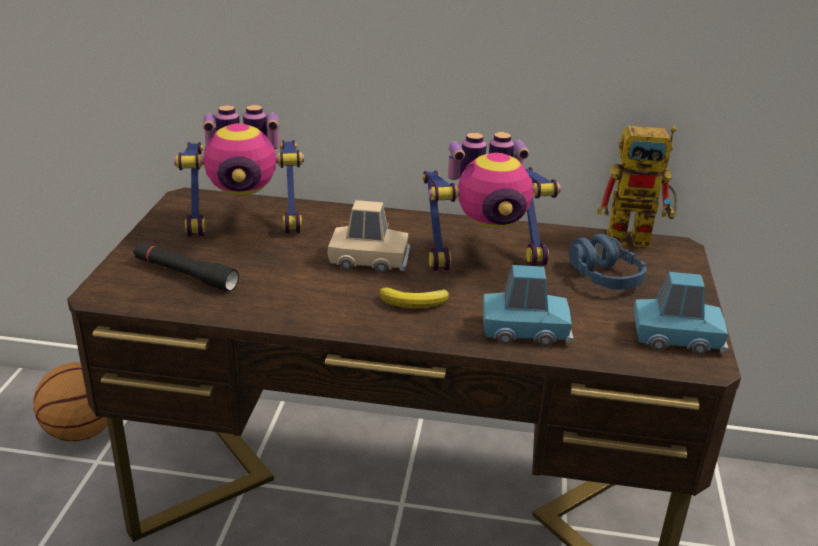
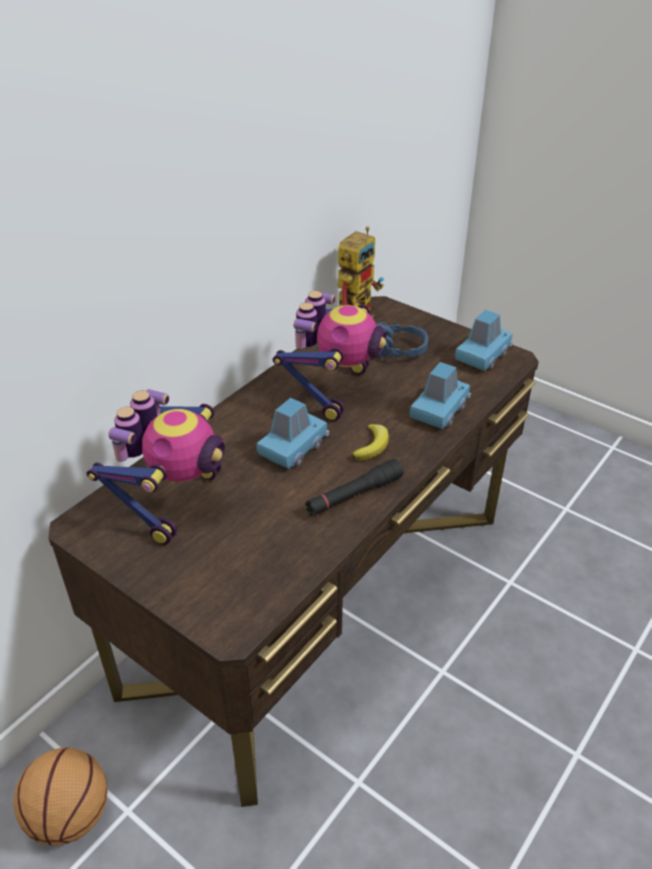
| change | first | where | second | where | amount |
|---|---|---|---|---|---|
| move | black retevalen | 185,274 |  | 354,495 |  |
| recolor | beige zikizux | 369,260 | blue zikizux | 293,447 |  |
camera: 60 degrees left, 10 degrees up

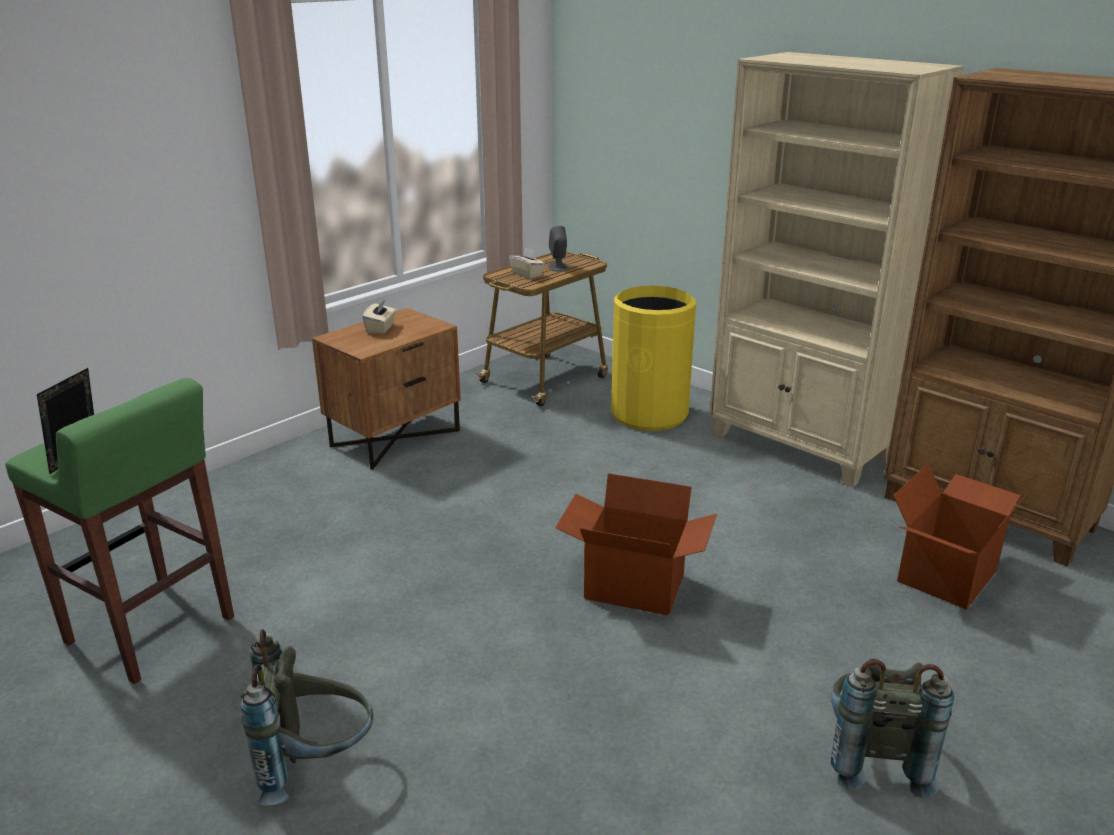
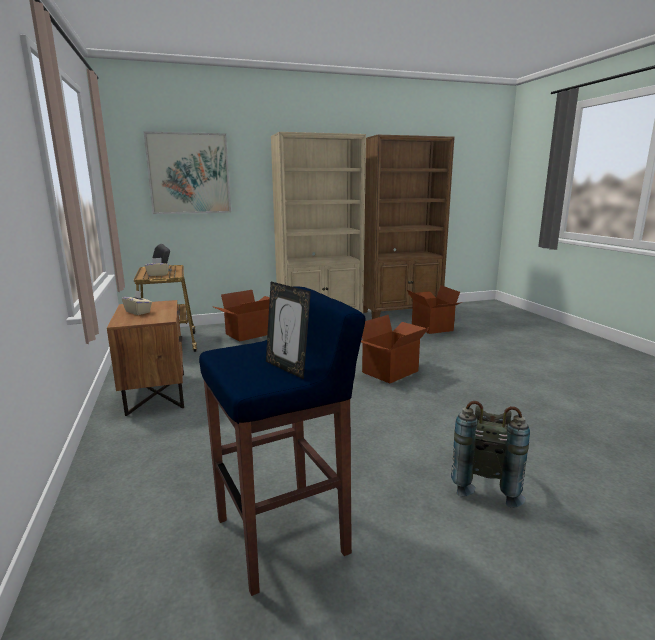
| change | first | where | second | where | amount |
|---|---|---|---|---|---|
| recolor | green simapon | 152,631 | blue simapon | 284,535 |  |
| replace | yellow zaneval | 649,414 | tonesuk | 248,334 |  |
| delete | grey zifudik | 873,758 |  |  |  |
| insert |  |  | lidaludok | 189,173 |  |
camera: 60 degrees left, 10 degrees down

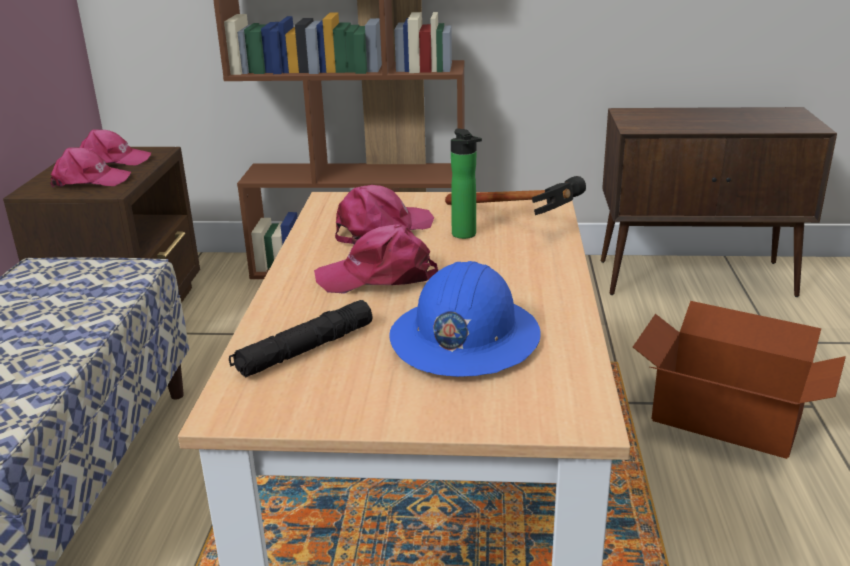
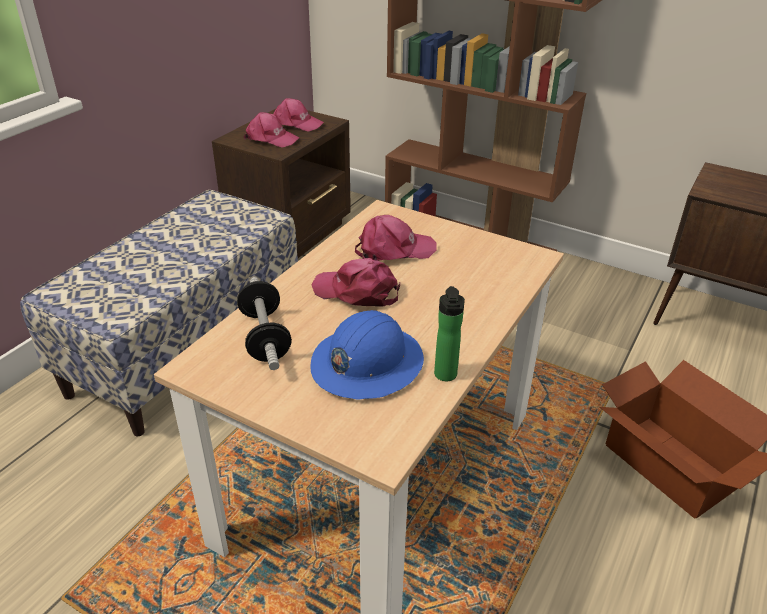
| change | first | where | second | where | amount |
|---|---|---|---|---|---|
| replace | black retevalen | 305,350 | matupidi | 265,337 |  |
| delete | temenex | 522,225 |  |  |  |
| move | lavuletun | 466,235 |  | 446,376 |  |
camera: 25 degrees right, 10 degrees up

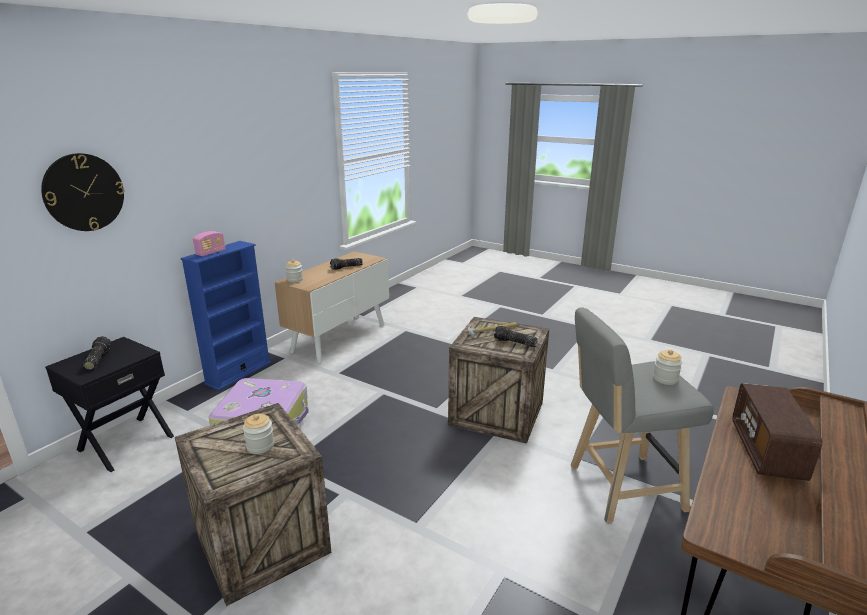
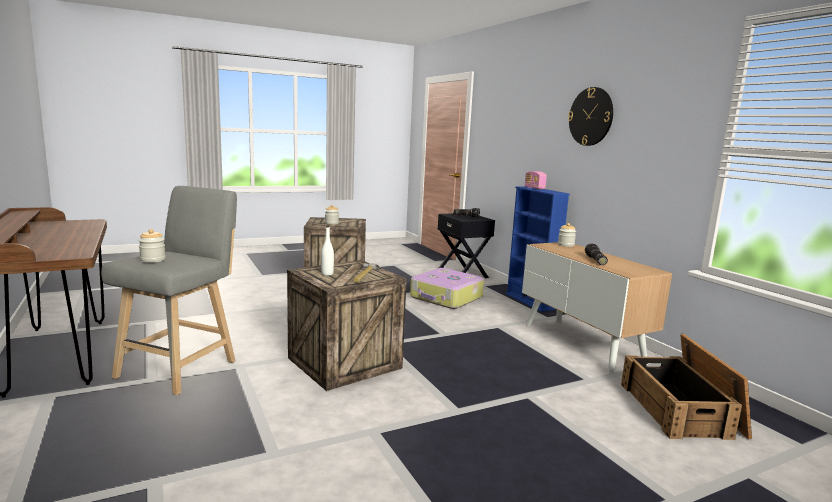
| change | first | where | second | where | amount |
|---|---|---|---|---|---|
| move | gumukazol | 84,192 |  | 591,116 |  |
| replace | retevalen | 514,343 | white lavuletun | 327,274 |  |
| delete | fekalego | 766,452 |  |  |  |
| insert |  |  | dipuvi | 682,410 |  |
camera: 120 degrees right, 10 degrees down

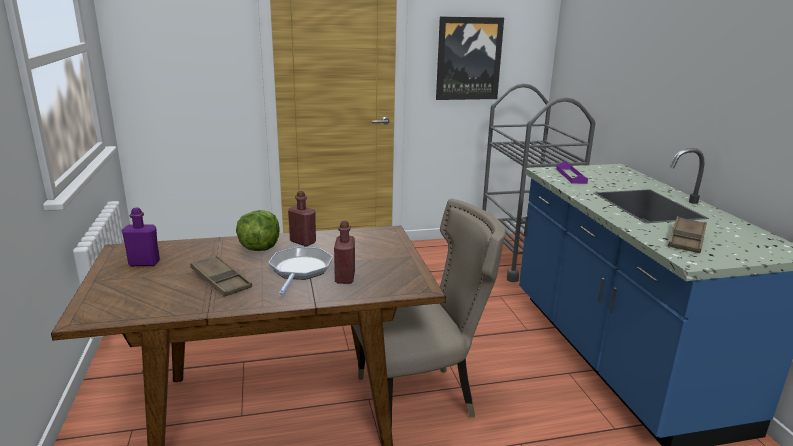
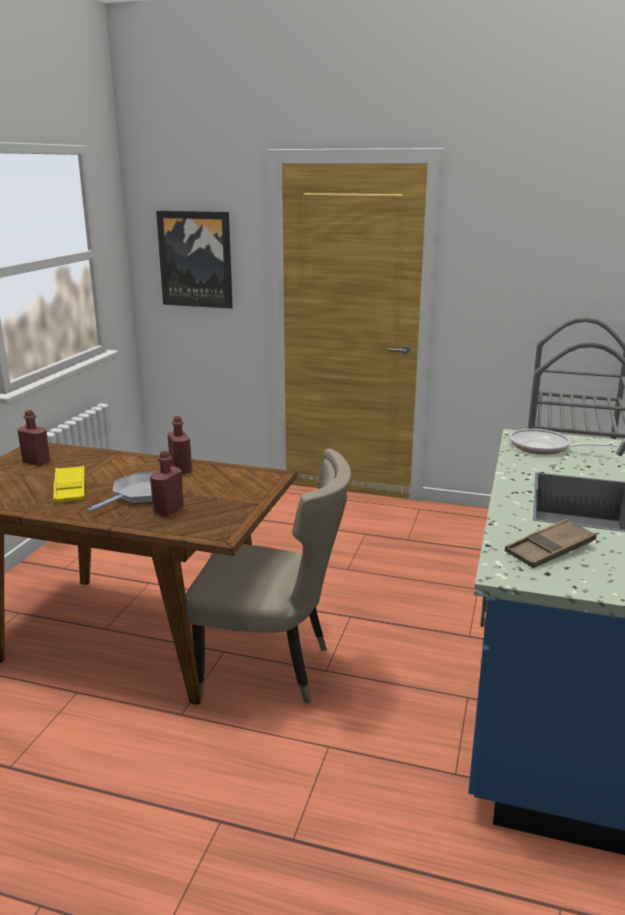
| change | first | where | second | where | amount |
|---|---|---|---|---|---|
| recolor | purple lavuletun | 144,263 | red lavuletun | 36,462 |  |
| recolor | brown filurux | 221,280 | yellow filurux | 70,489 |  |
| delete | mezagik | 259,248 |  |  |  |
| move | lidaludok | 468,59 |  | 196,259 |  |
| replace | purple filurux | 571,176 | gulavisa | 545,447 |  |
camera: 30 degrees right, 0 degrees up

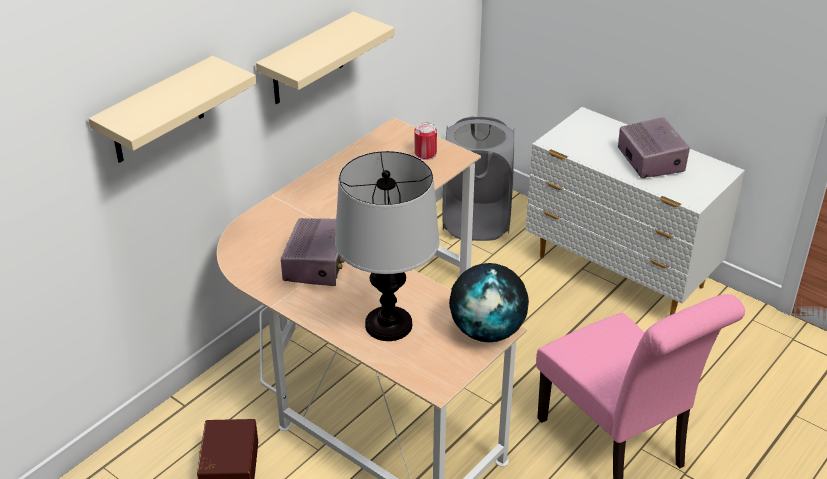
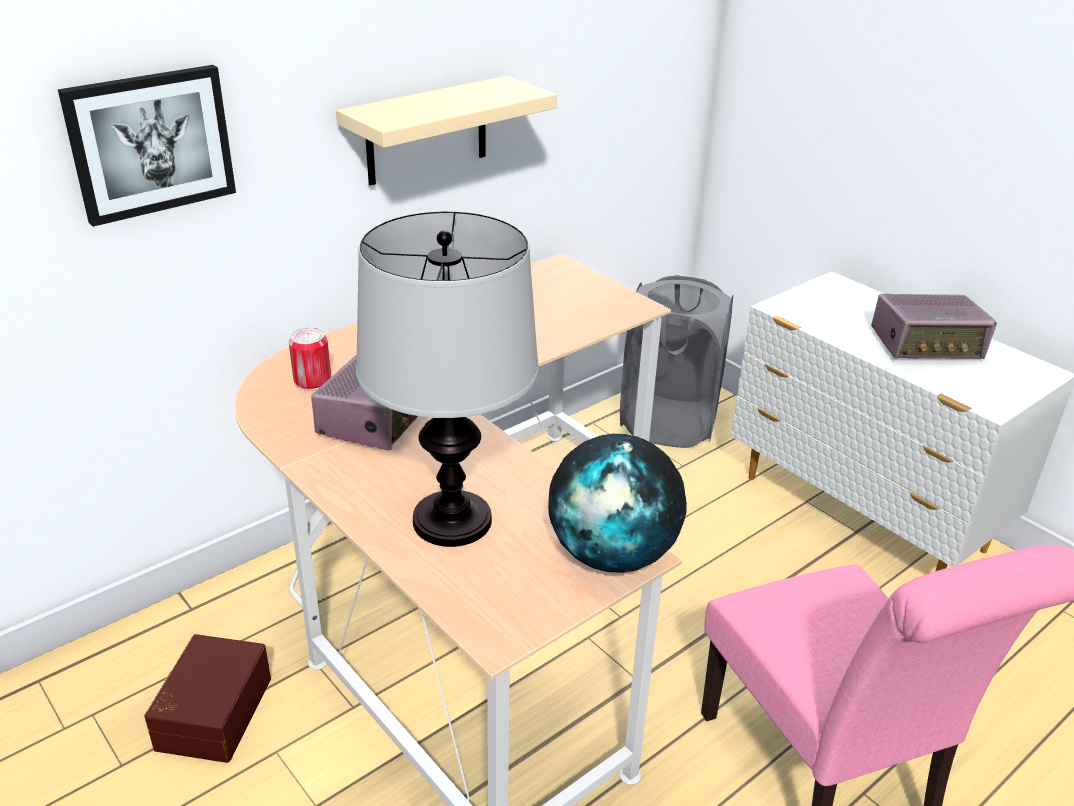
| change | first | where | second | where | amount |
|---|---|---|---|---|---|
| replace | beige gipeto | 157,112 | lidaludok | 150,143 |  |
| move | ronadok | 425,154 |  | 312,381 |  |
| rotate | fekalego | 650,160 |  | 926,345 | 90 degrees clockwise |
camera: 10 degrees right, 5 degrees down

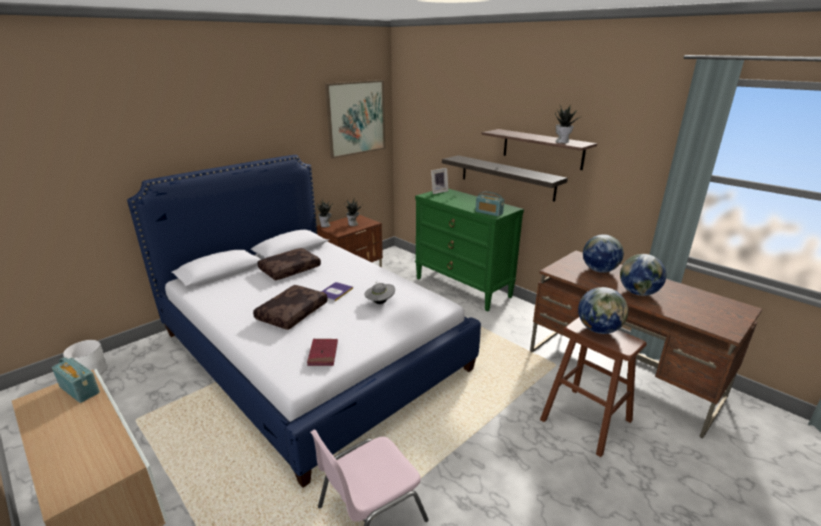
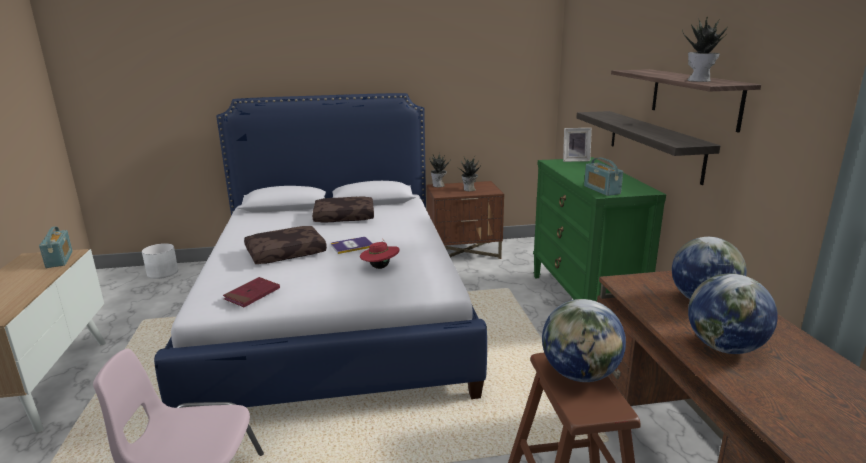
| change | first | where | second | where | amount |
|---|---|---|---|---|---|
| delete | lidaludok | 356,118 |  |  |  |
| recolor | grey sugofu | 380,302 | red sugofu | 380,267 |  |
camera: 35 degrees right, 5 degrees down

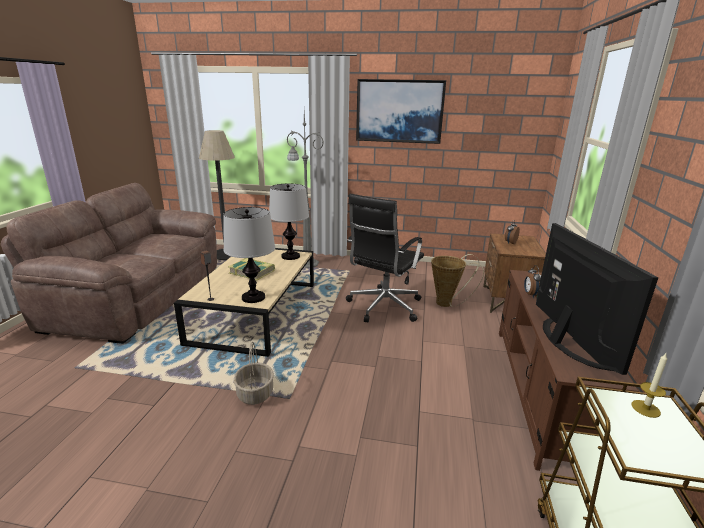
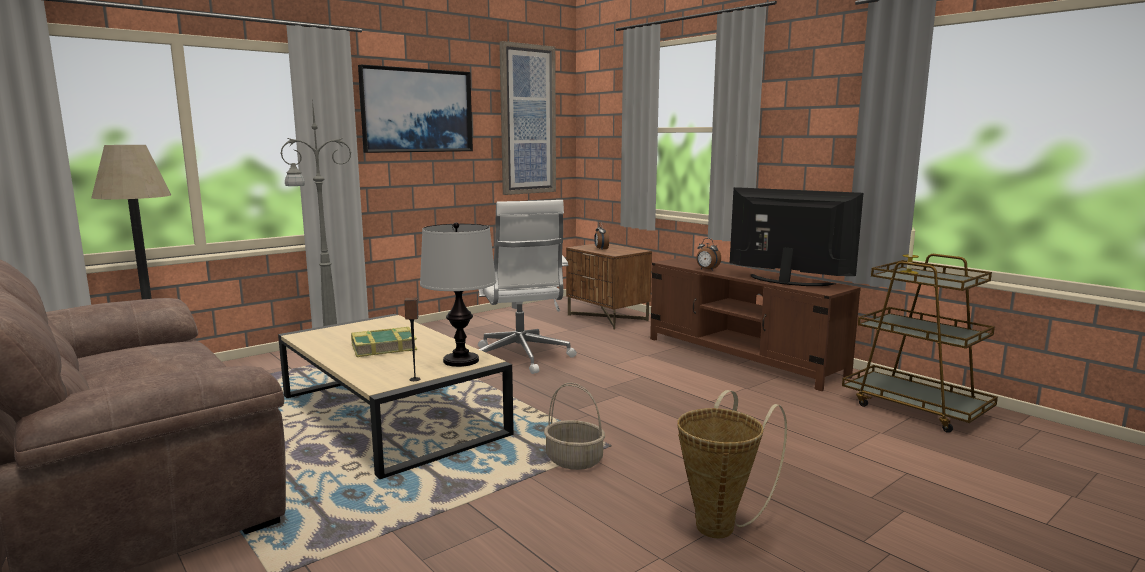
| change | first | where | second | where | amount |
|---|---|---|---|---|---|
| delete | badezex | 290,256 |  |  |  |
| recolor | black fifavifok | 383,307 | white fifavifok | 521,358 |  |
| move | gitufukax | 448,304 |  | 721,525 |  |
| insert |  |  | lidaludok | 527,120 |  |
camera: 50 degrees left, 10 degrees down

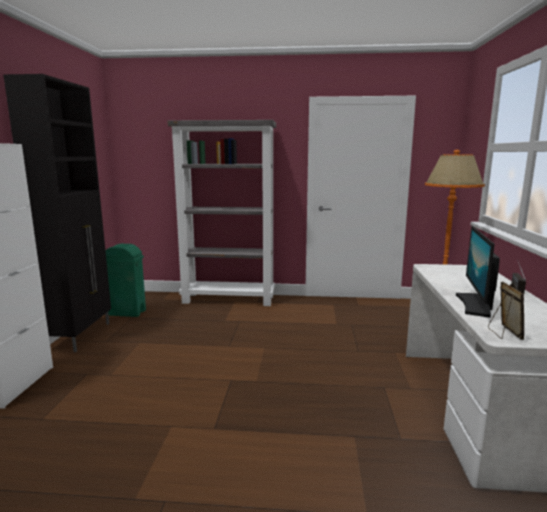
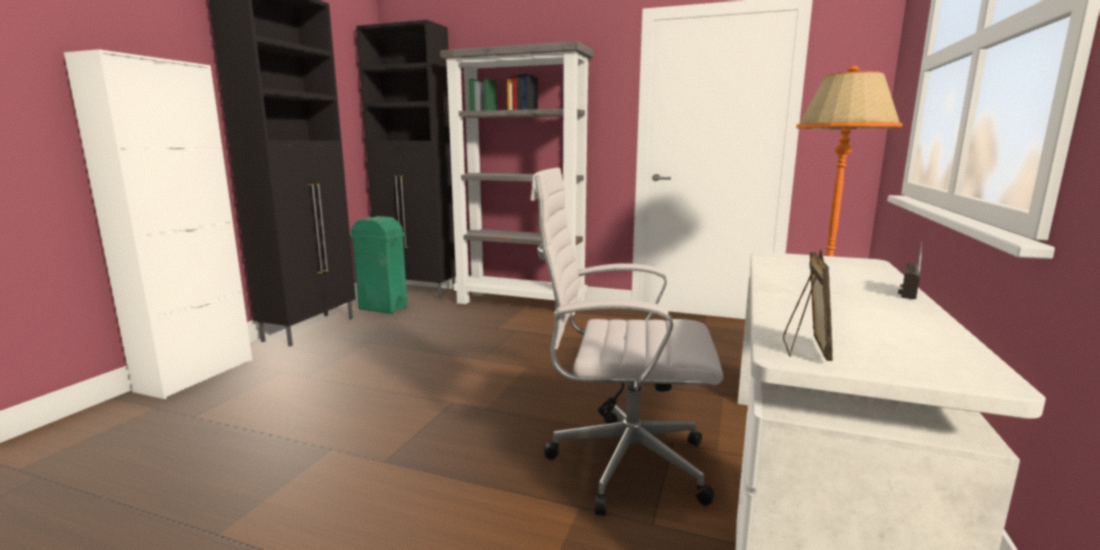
| change | first | where | second | where | amount |
|---|---|---|---|---|---|
| delete | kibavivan | 475,305 |  |  |  |
| insert |  |  | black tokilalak | 419,292 |  |
| insert |  |  | white fifavifok | 621,463 |  |
camera: 15 degrees right, 0 degrees up

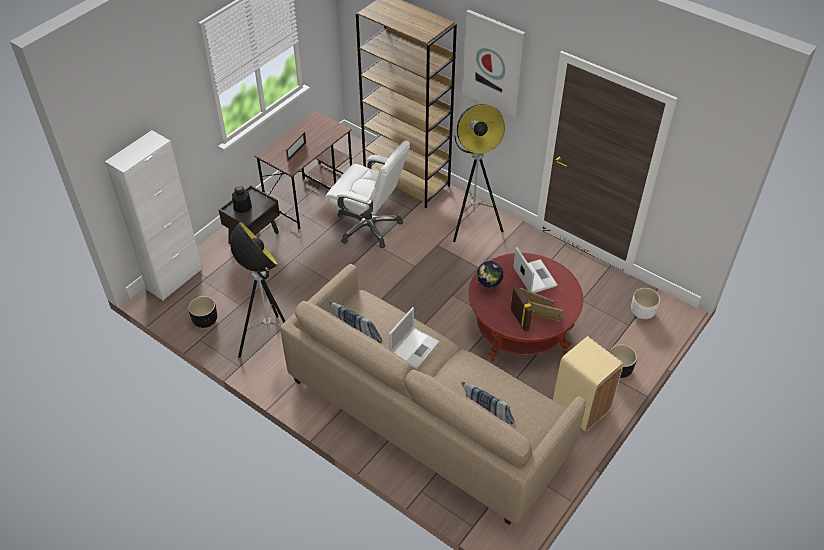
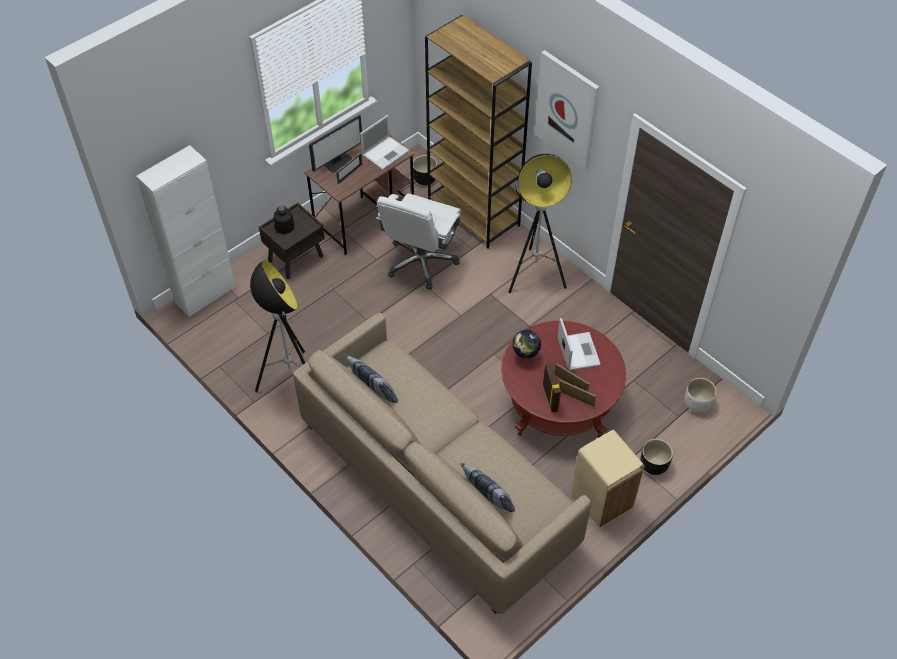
| change | first | where | second | where | amount |
|---|---|---|---|---|---|
| move | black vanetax | 205,321 |  | 425,179 |  |
| rotate | white fifavifok | 369,226 |  | 421,262 | 75 degrees clockwise |
| move | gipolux | 414,347 |  | 386,152 |  |
| insert |  |  | kibavivan | 338,161 |  |
camera: 10 degrees right, 5 degrees up

